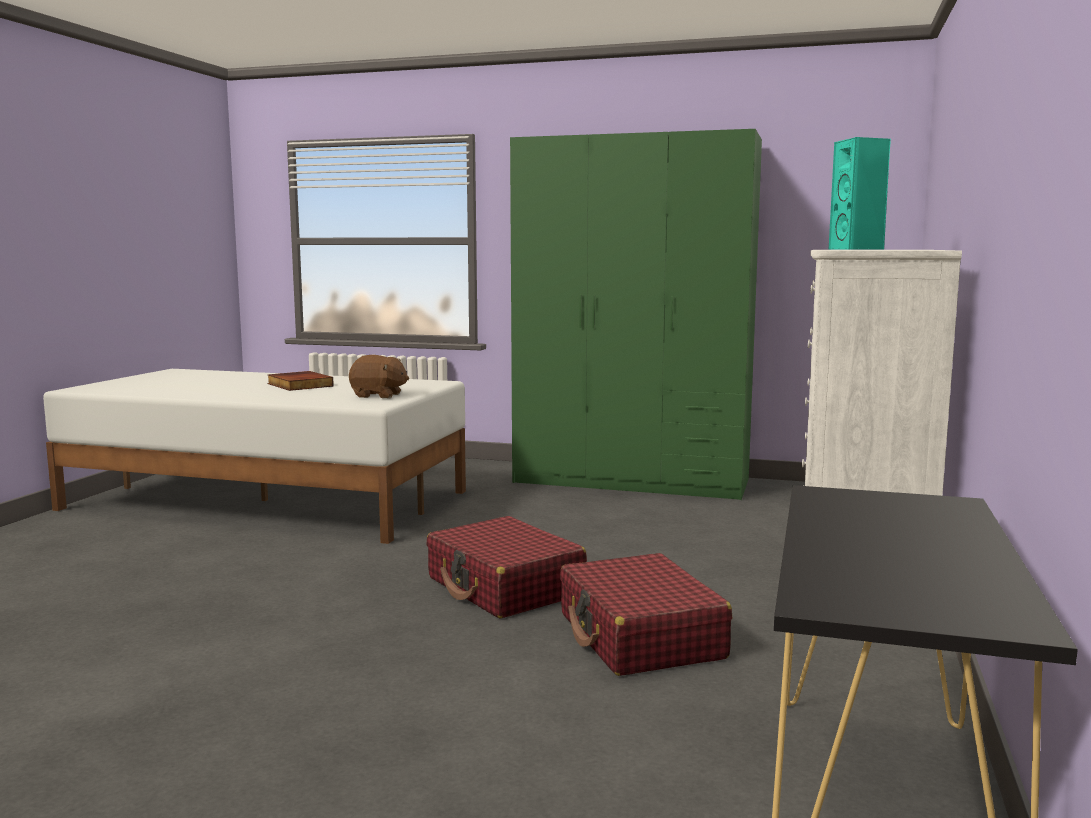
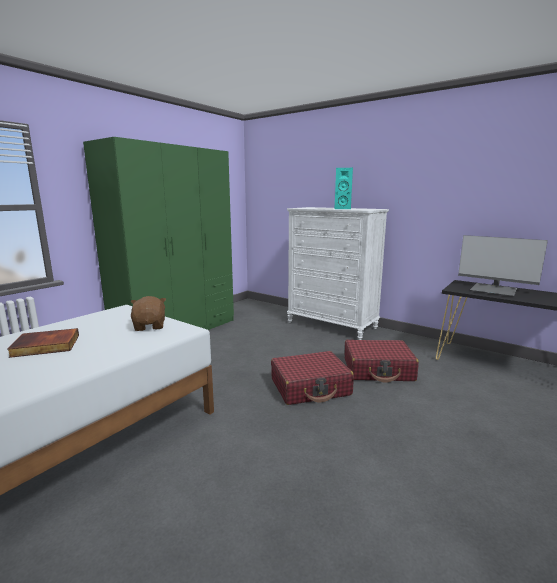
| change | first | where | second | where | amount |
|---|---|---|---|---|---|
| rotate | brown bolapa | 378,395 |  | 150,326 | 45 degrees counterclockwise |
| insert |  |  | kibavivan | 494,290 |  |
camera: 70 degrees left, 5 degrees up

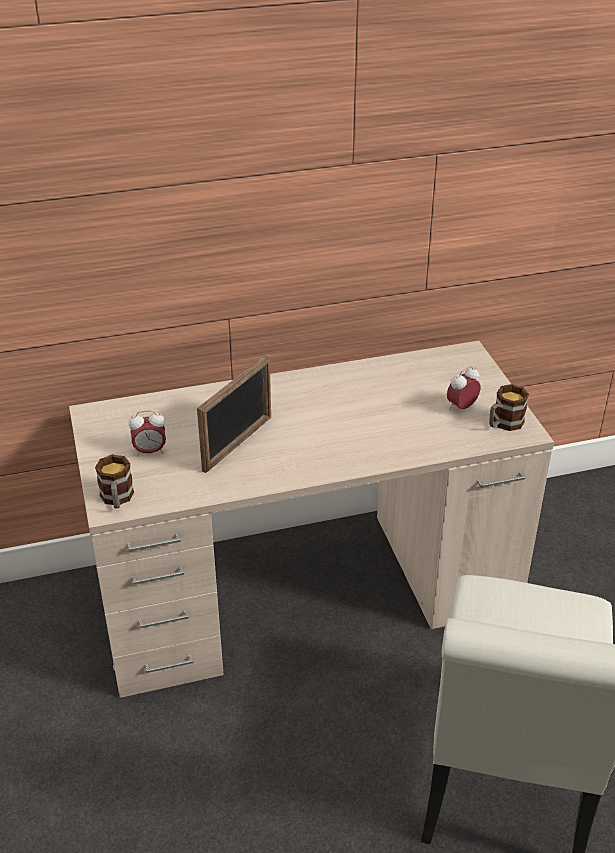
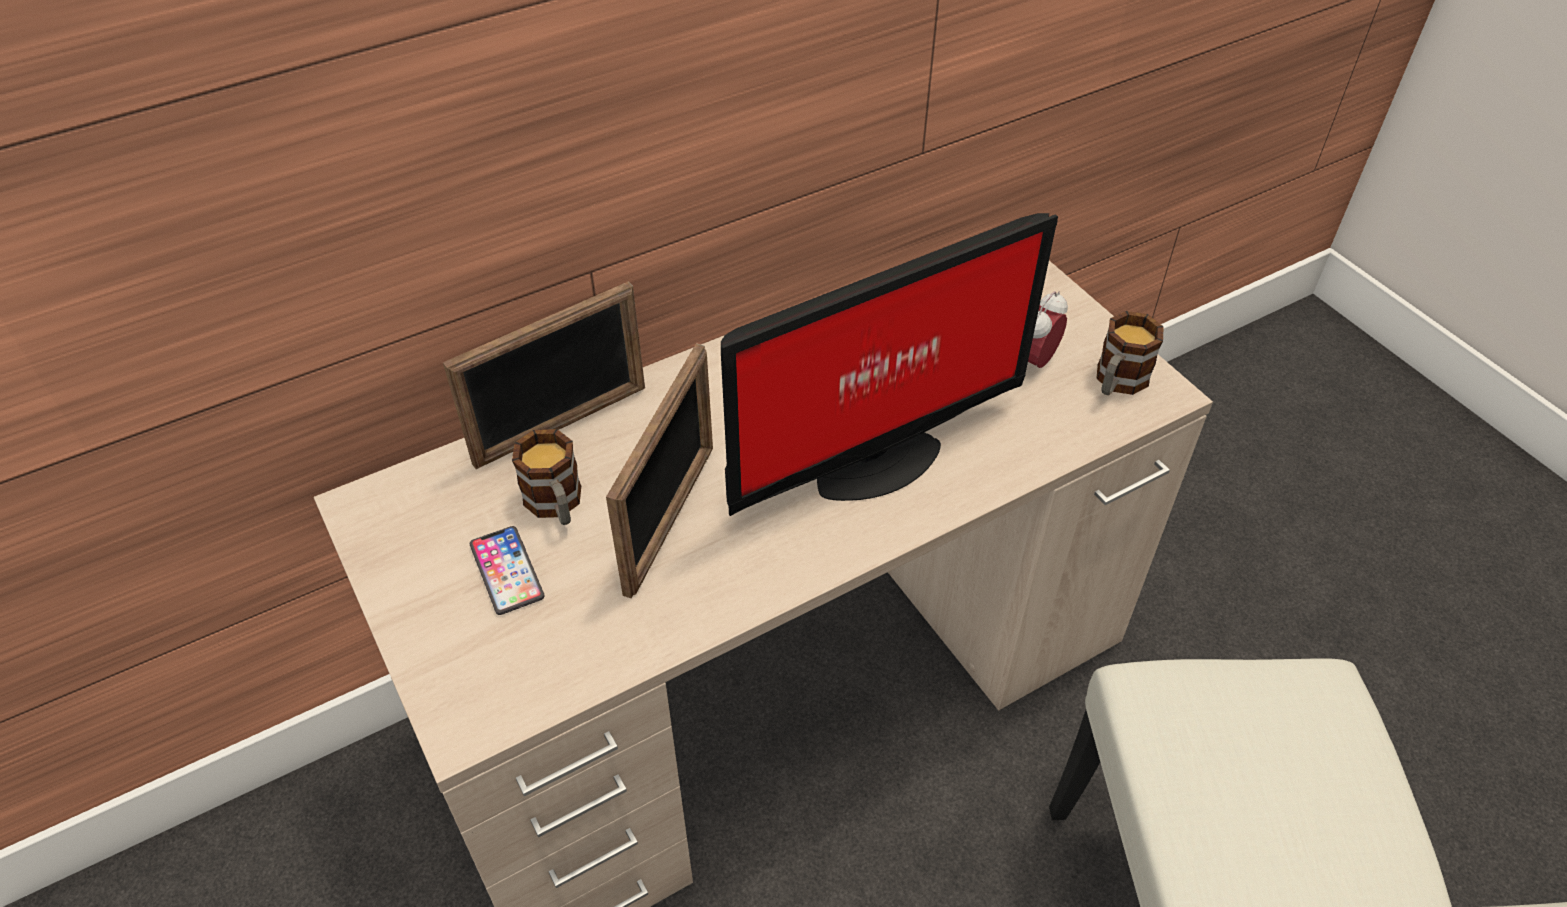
| change | first | where | second | where | amount |
|---|---|---|---|---|---|
| move | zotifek | 117,499 |  | 556,505 |  |
| replace | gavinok | 150,451 | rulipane | 507,571 |  |
| insert |  |  | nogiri | 561,426 |  |
| insert |  |  | kibavivan | 870,462 |  |
camera: 15 degrees left, 10 degrees up

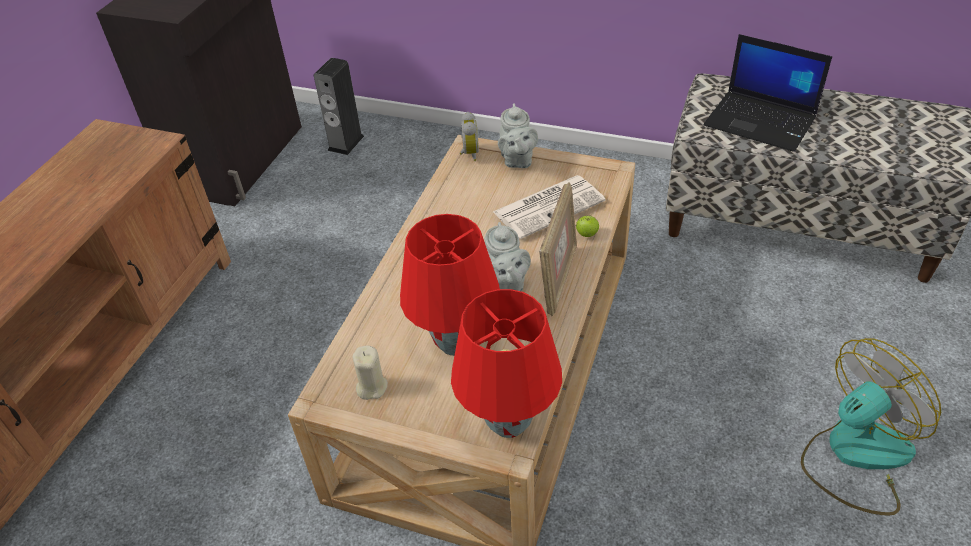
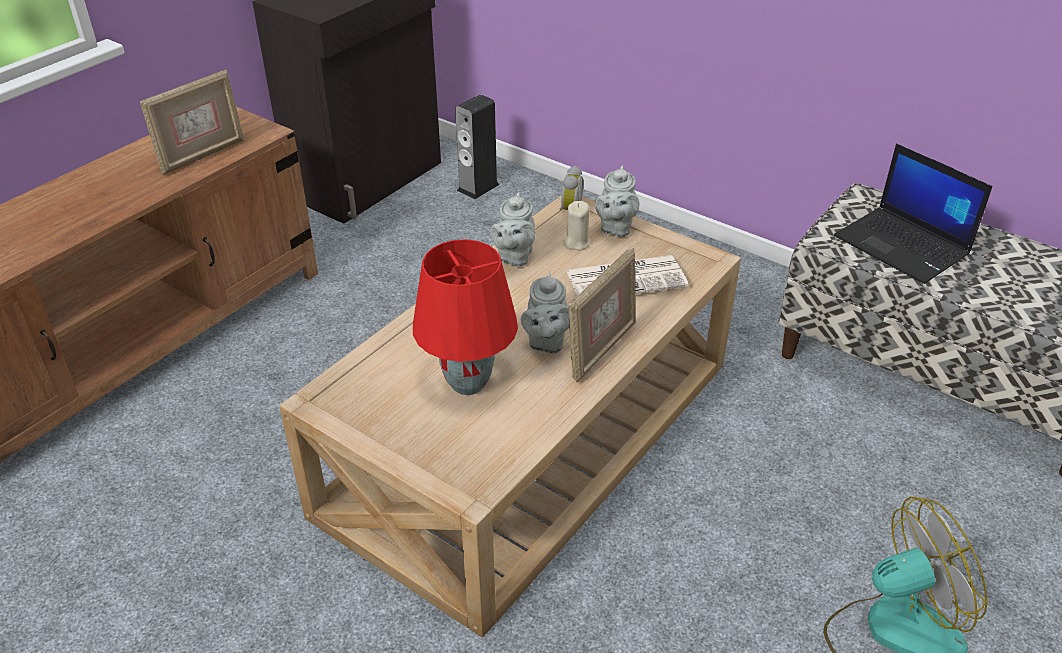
| change | first | where | second | where | amount |
|---|---|---|---|---|---|
| move | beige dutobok | 371,387 |  | 576,243 |  |
| delete | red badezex | 507,424 |  |  |  |
| delete | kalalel | 587,234 |  |  |  |
| insert |  |  | nogiri | 202,156 |  |
| insert |  |  | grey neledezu | 514,256 |  |
camera: 15 degrees right, 5 degrees down

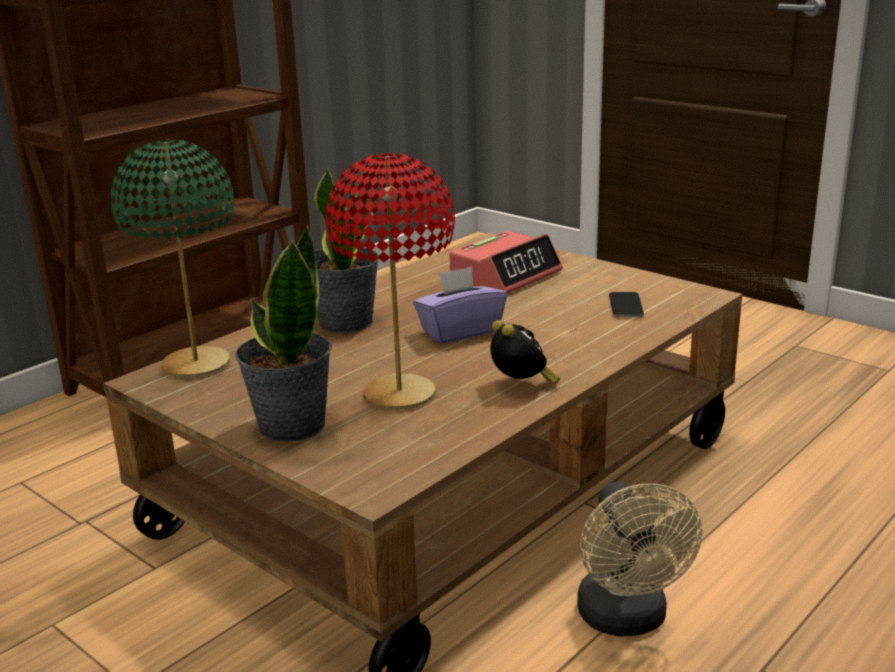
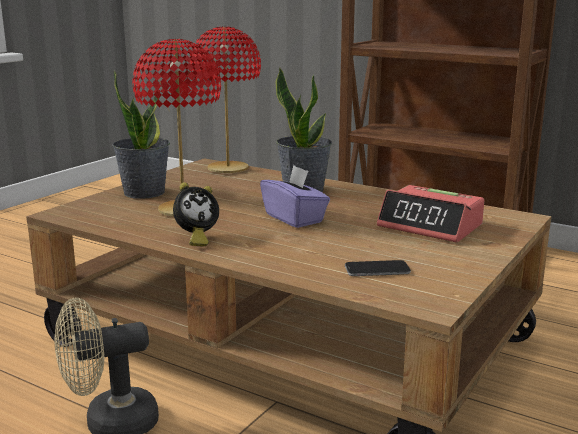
| change | first | where | second | where | amount |
|---|---|---|---|---|---|
| recolor | green badezex | 197,365 | red badezex | 227,169 |  |
camera: 80 degrees right, 5 degrees down

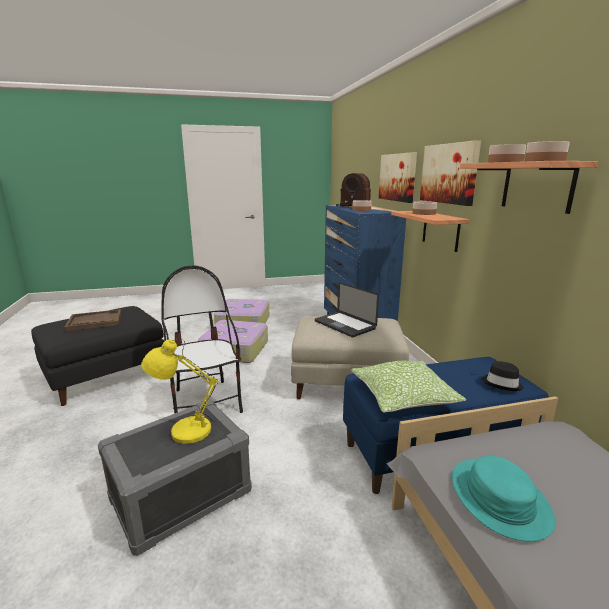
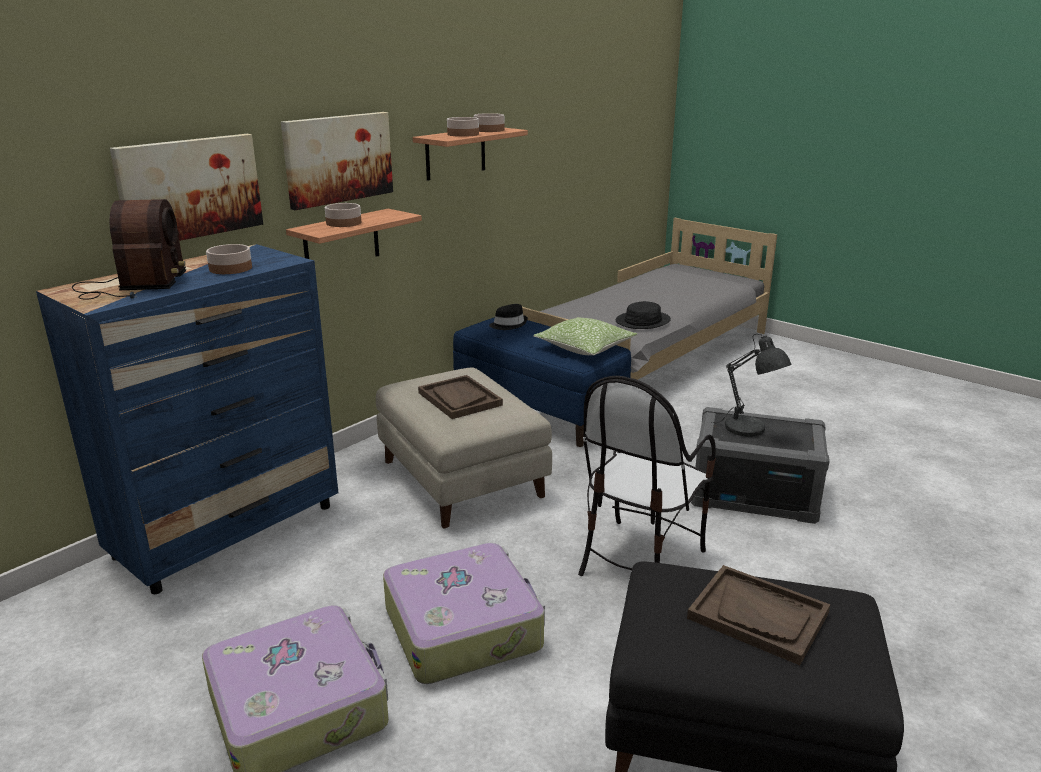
| change | first | where | second | where | amount |
|---|---|---|---|---|---|
| recolor | yellow badezex | 186,431 | grey badezex | 748,430 |  |
| replace | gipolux | 344,325 | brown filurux | 459,399 |  |
| recolor | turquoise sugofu | 499,498 | black sugofu | 643,321 |  |
camera: 125 degrees left, 5 degrees up

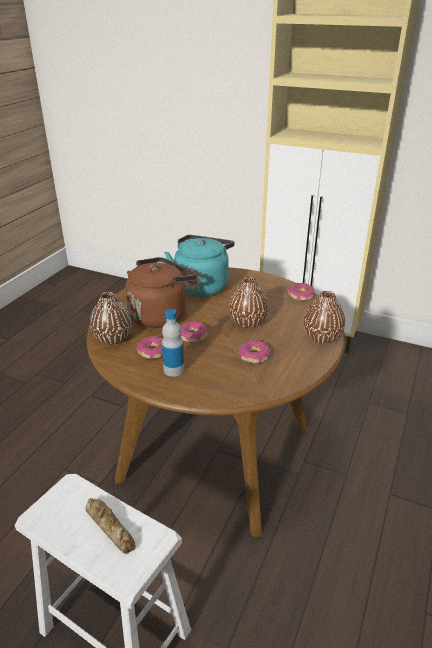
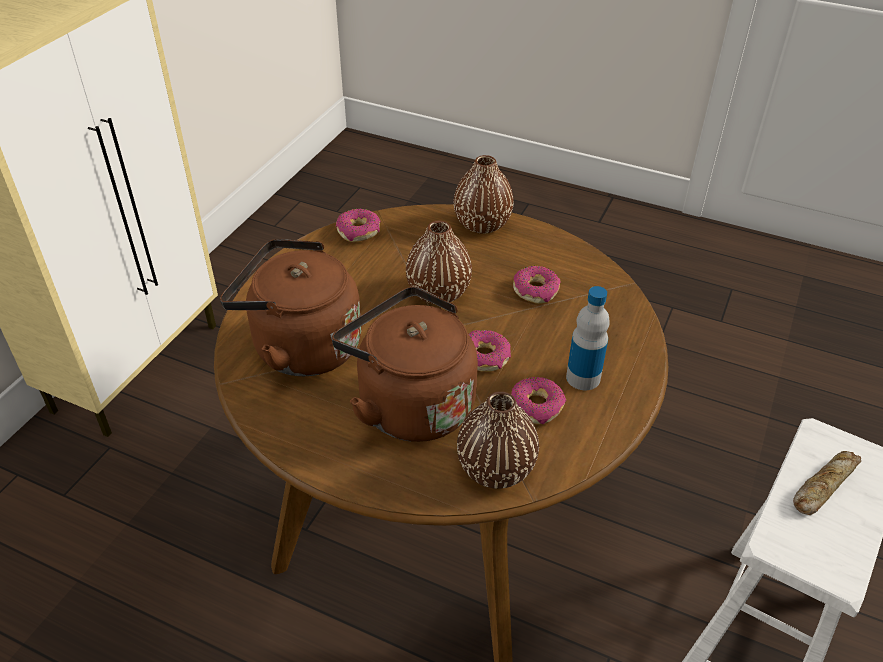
| change | first | where | second | where | amount |
|---|---|---|---|---|---|
| recolor | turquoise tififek | 202,285 | brown tififek | 300,347 |  |
camera: 90 degrees left, 10 degrees up

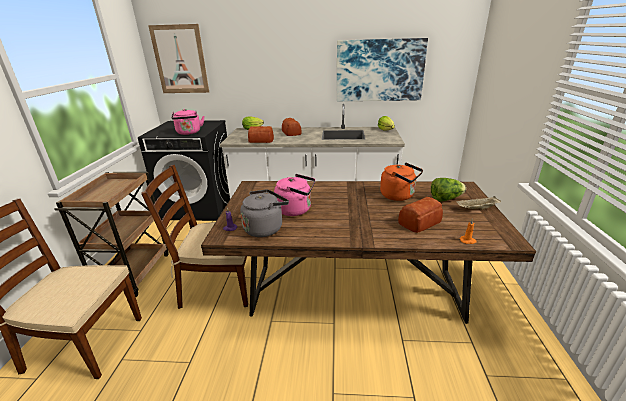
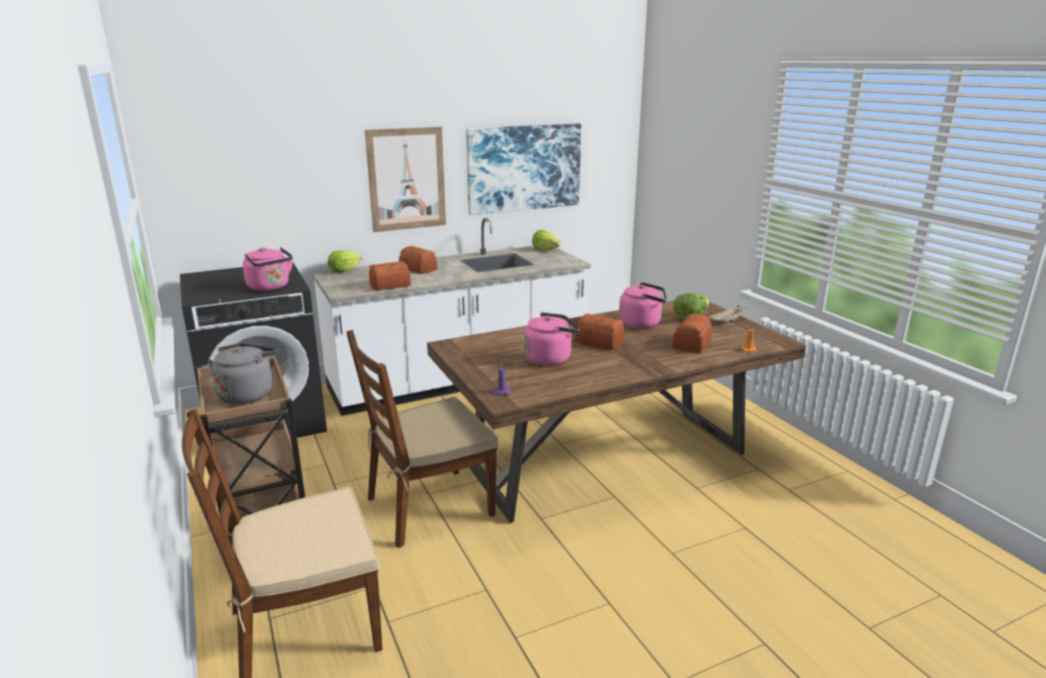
| change | first | where | second | where | amount |
|---|---|---|---|---|---|
| move | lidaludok | 180,60 |  | 406,179 |  |
| move | grey tififek | 265,228 |  | 247,394 |  |
| recolor | orange tififek | 399,196 | pink tififek | 642,323 |  |
| insert |  |  | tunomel | 598,342 |  |
camera: 30 degrees left, 5 degrees down

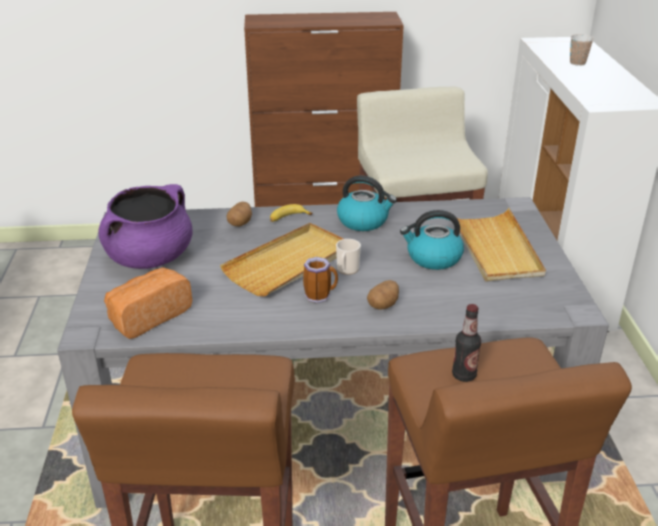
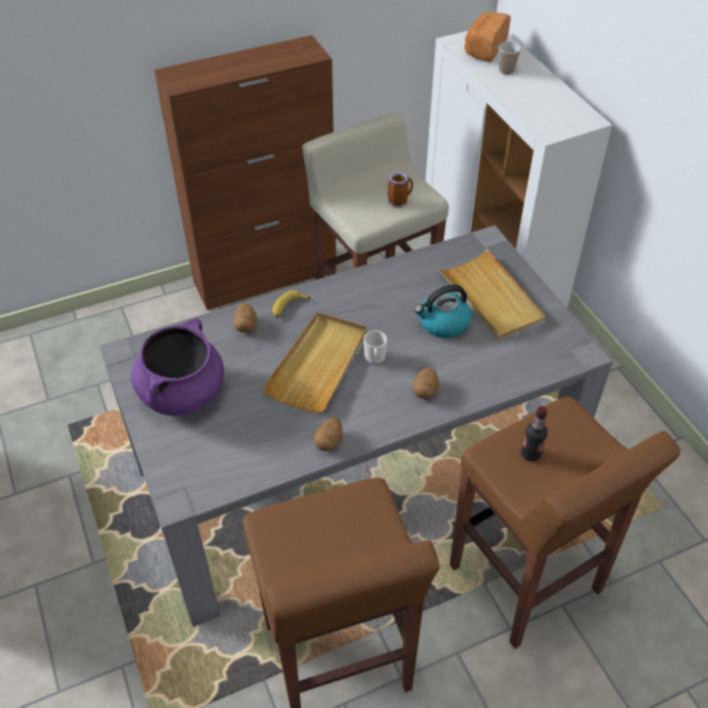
| change | first | where | second | where | amount |
|---|---|---|---|---|---|
| move | tunomel | 148,316 |  | 484,49 |  |
| move | zotifek | 320,296 |  | 399,201 |  |
| delete | tififek | 364,221 |  |  |  |
| insert |  |  | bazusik | 329,441 |  |
camera: 20 degrees left, 15 degrees up

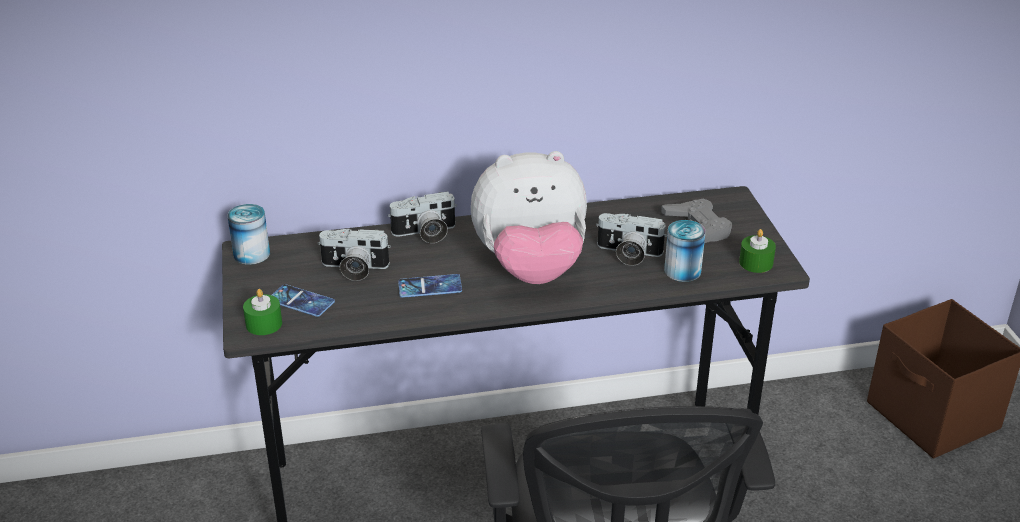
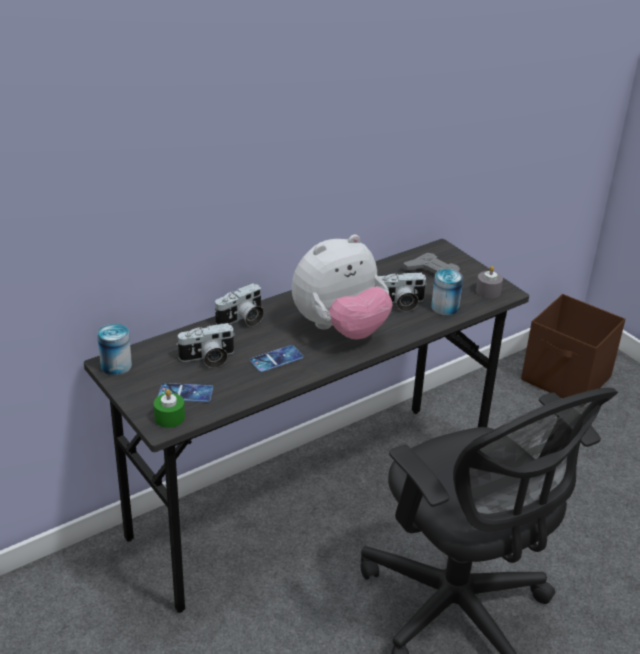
| change | first | where | second | where | amount |
|---|---|---|---|---|---|
| recolor | green dutobok | 756,263 | grey dutobok | 488,291 |  |
camera: 25 degrees left, 0 degrees up

